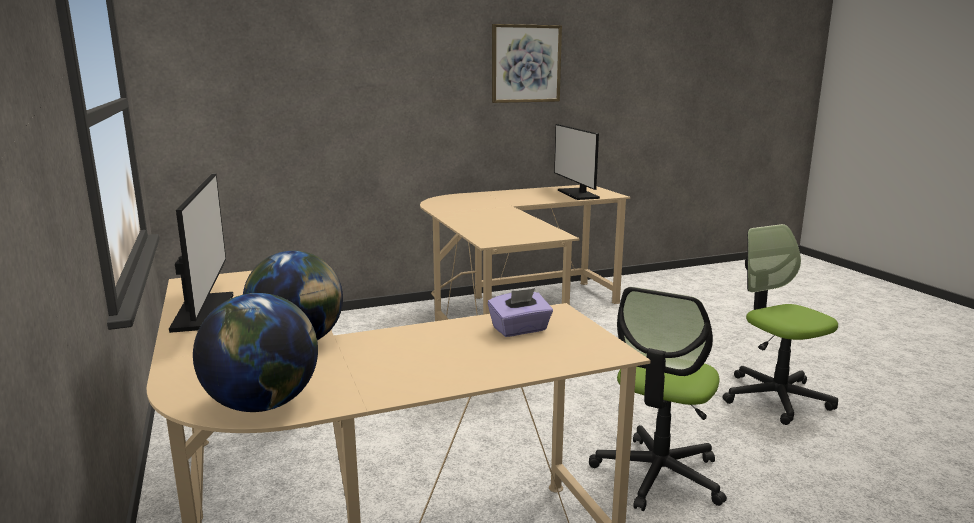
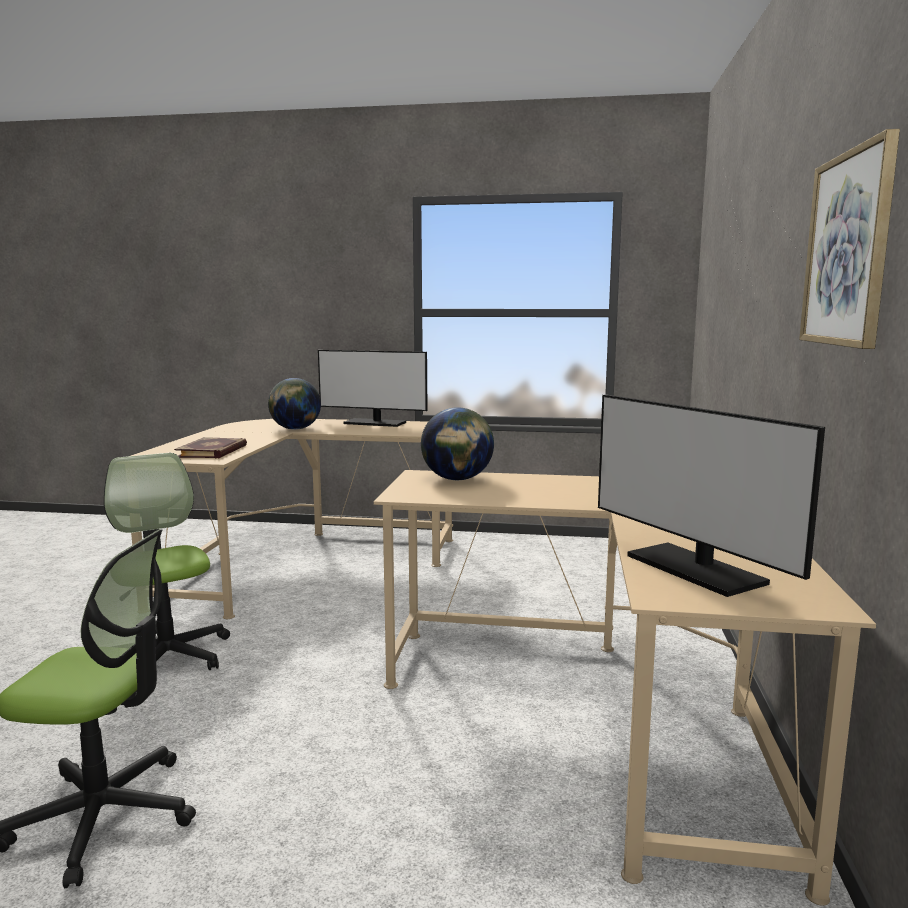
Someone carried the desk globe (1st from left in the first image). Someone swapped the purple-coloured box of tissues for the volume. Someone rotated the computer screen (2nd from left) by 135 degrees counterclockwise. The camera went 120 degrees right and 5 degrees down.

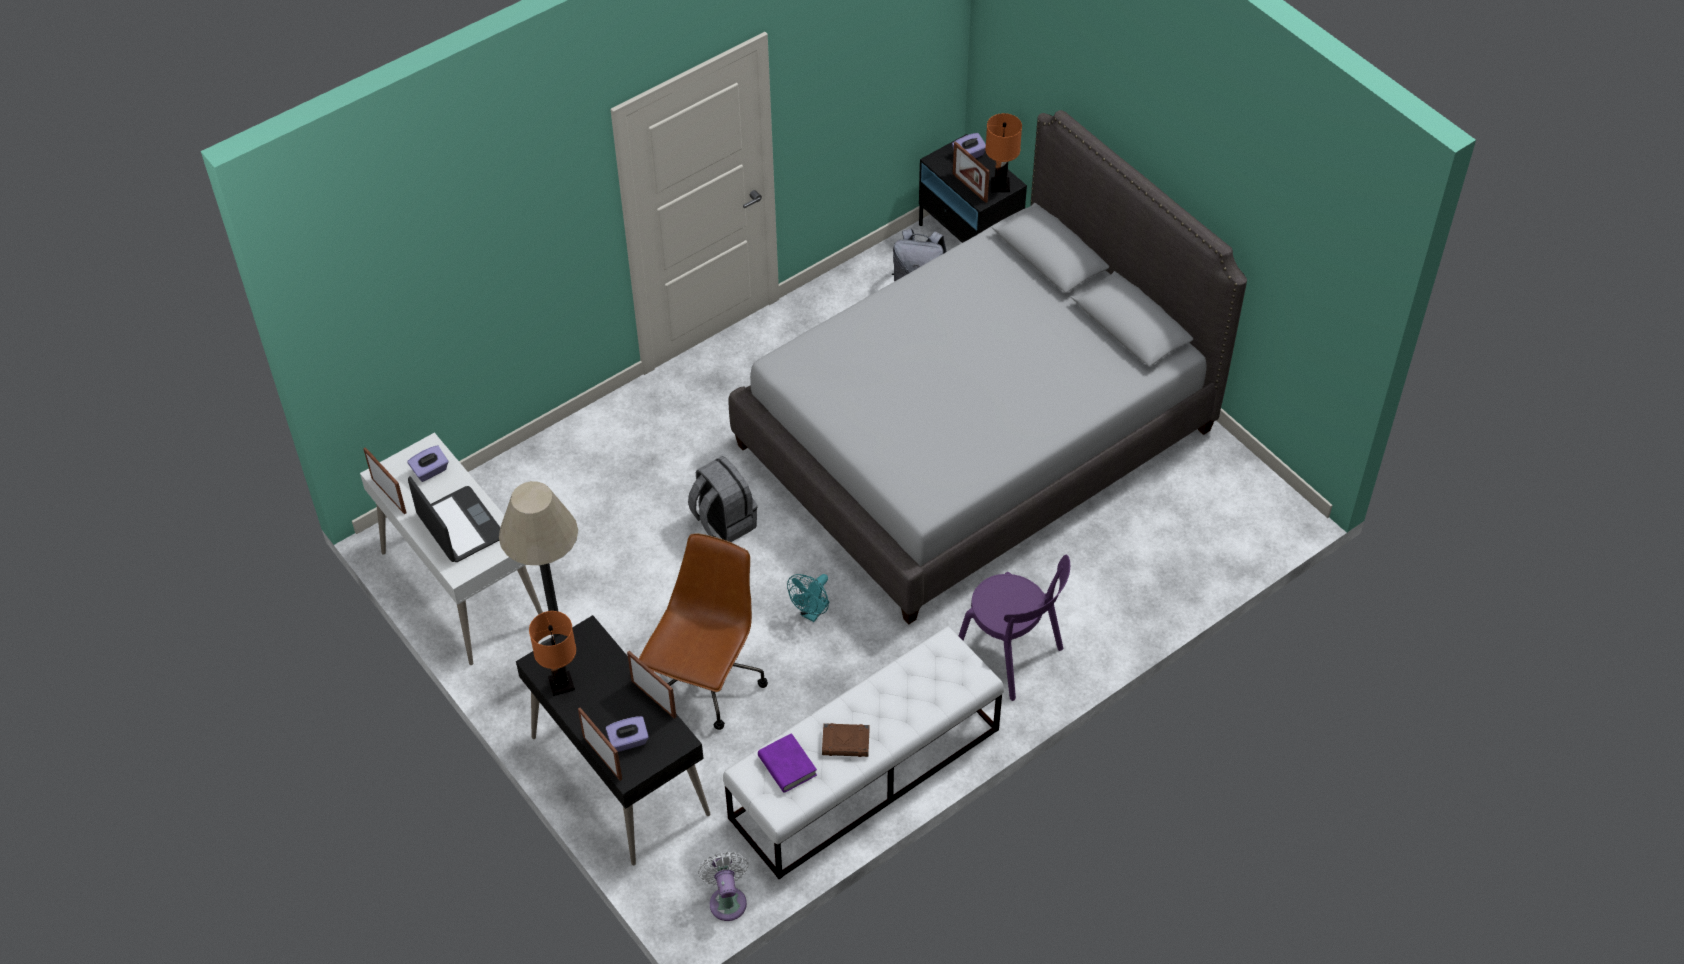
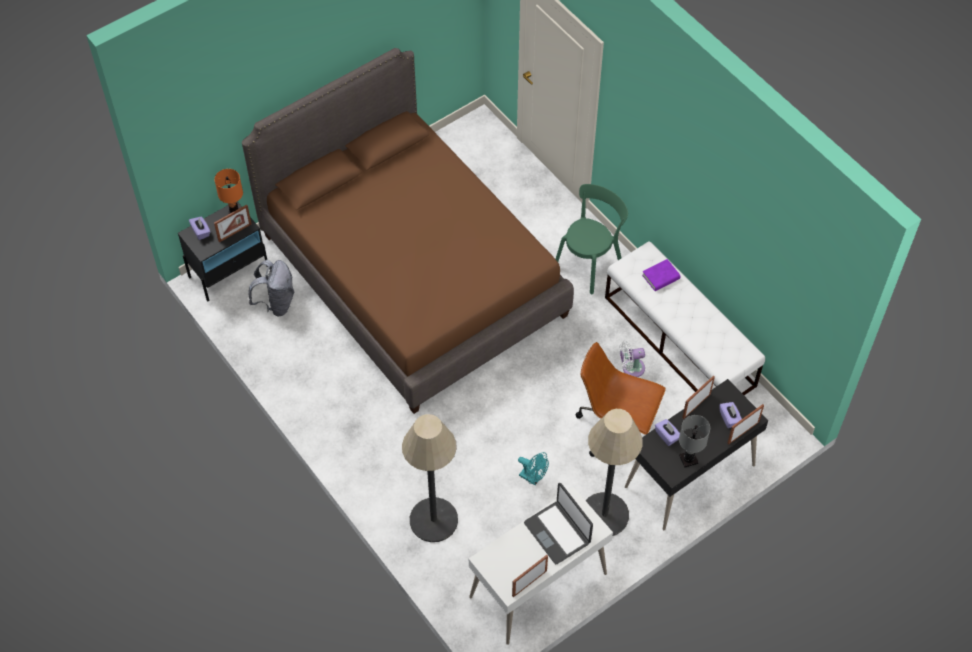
Someone took away the gray knapsack (1st from left). Someone took away the brown volume. Someone put down the standing lamp (1st from left). Someone carried the purple-coloured box of tissues (1st from left in the first image). Someone carried the whitish fan. Someone carried the purple-coloured volume. Someone carried the turquoise-coloured fan. Someone repainted the orange-coloured table lamp (1st from left), which became the gray table lamp. Someone repainted the gray bedroom bed, which became the brown bedroom bed. Someone repainted the purple-coloured chair, which became the green chair. Someone rotated the laptop by 90 degrees counterclockwise. The camera went 90 degrees left and 5 degrees up.

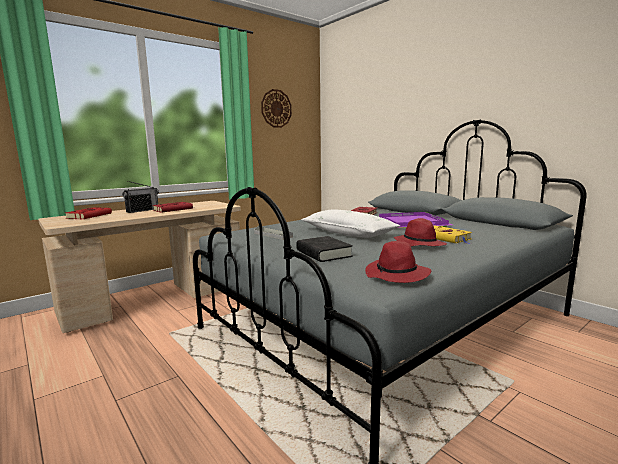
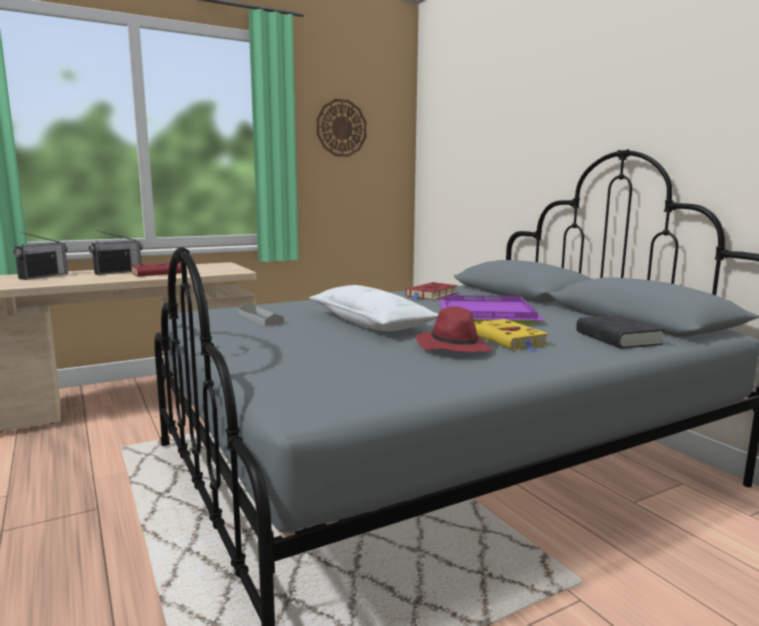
Someone took away the red wearable hat (1st from left). Someone carried the blackish volume. Someone swapped the red volume (1st from left) for the radio receiver (1st from left). The camera went 10 degrees right and 0 degrees up.

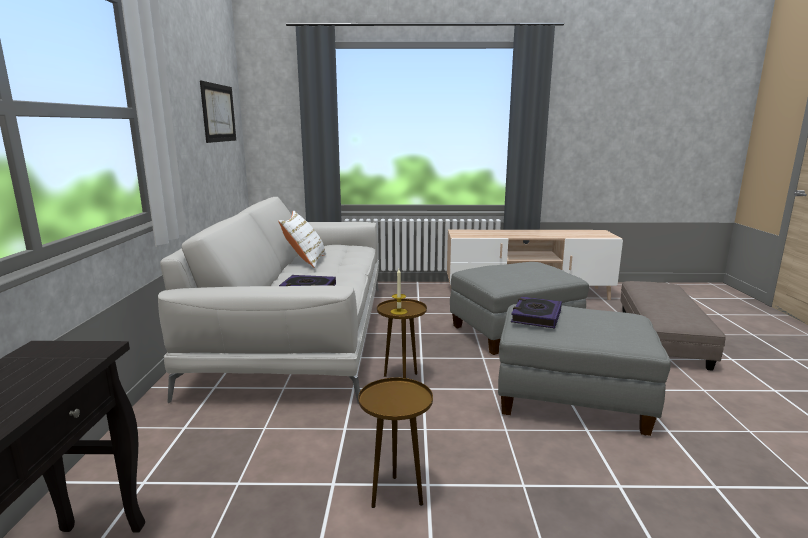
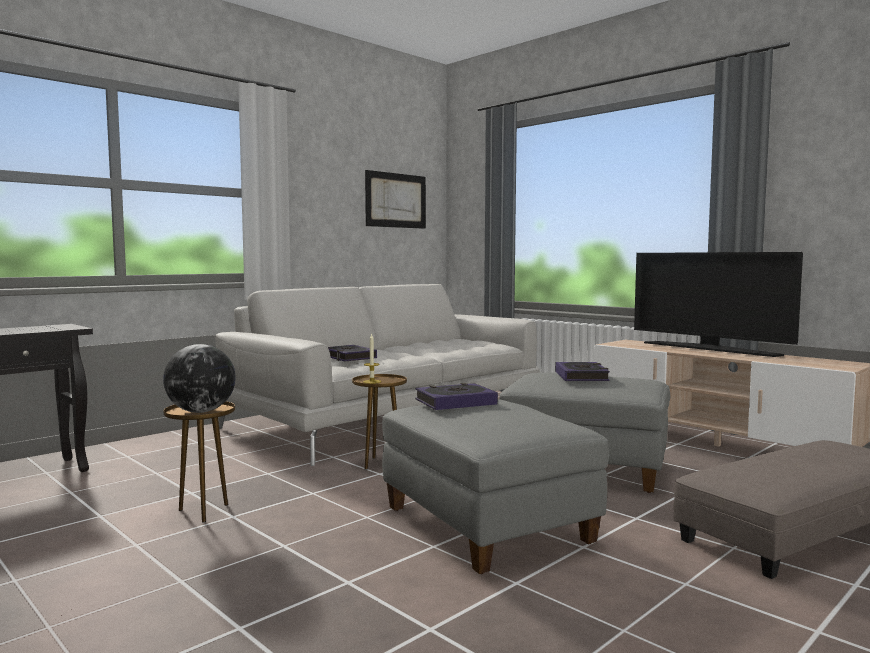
Someone took away the whitish throw pillow. Someone put down the desk globe. Someone put down the volume (3rd from left). Someone put down the television. The camera went 45 degrees right and 10 degrees down.

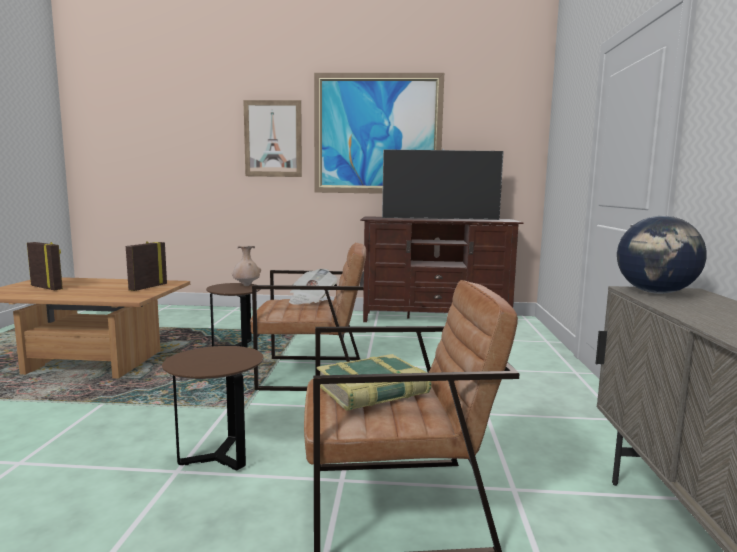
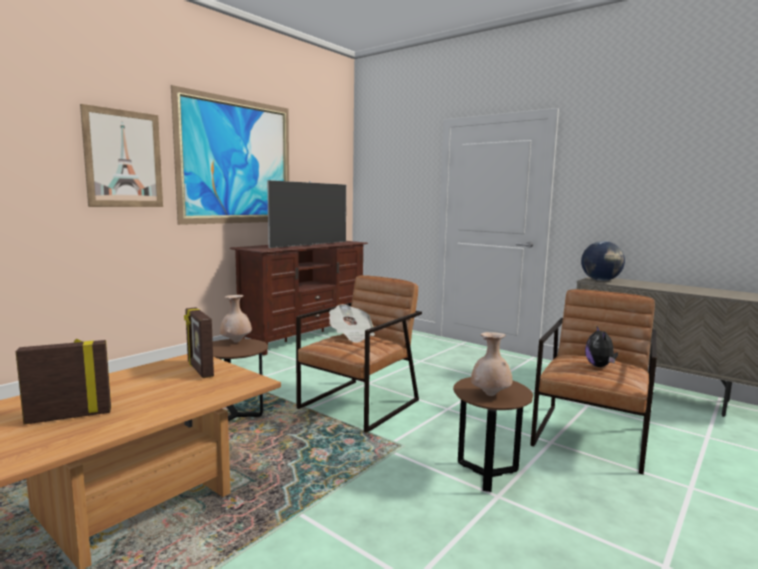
Someone put down the beige vase (2nd from left). Someone swapped the volume for the plush toy. The camera went 55 degrees left and 0 degrees up.

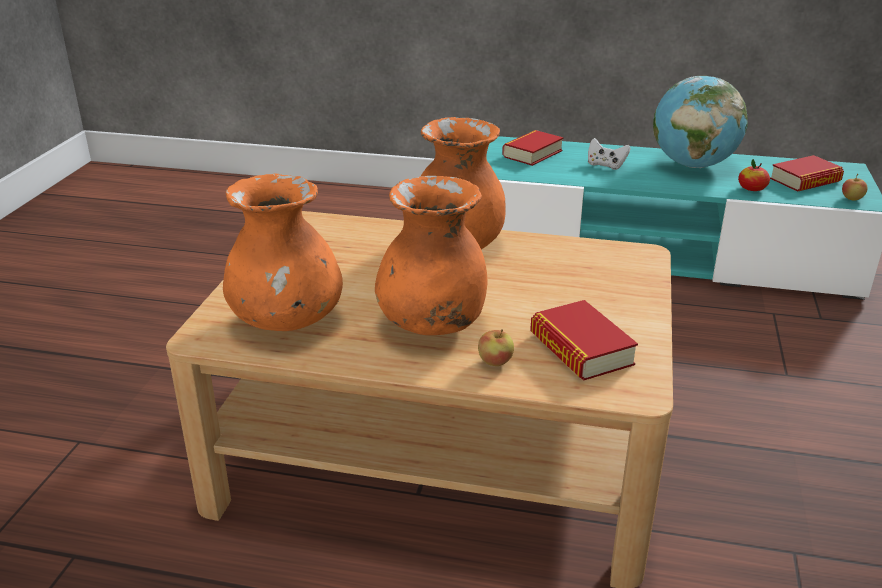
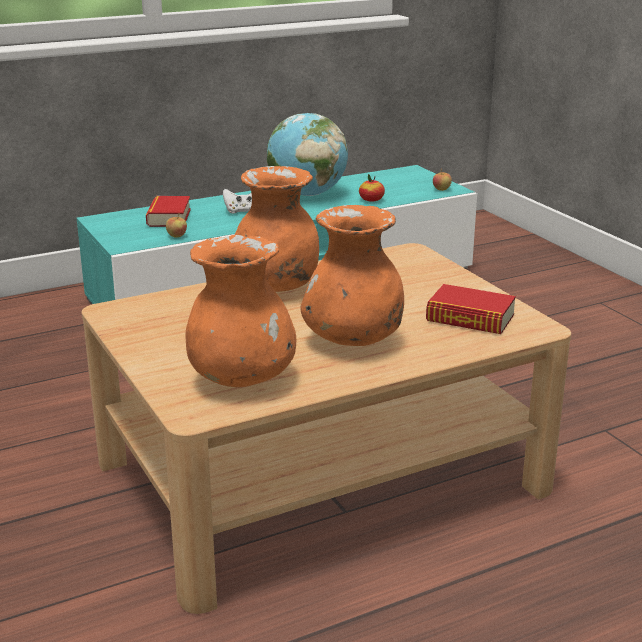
Someone took away the volume (3rd from left). Someone carried the whole apple (1st from left). The camera went 40 degrees left and 5 degrees down.

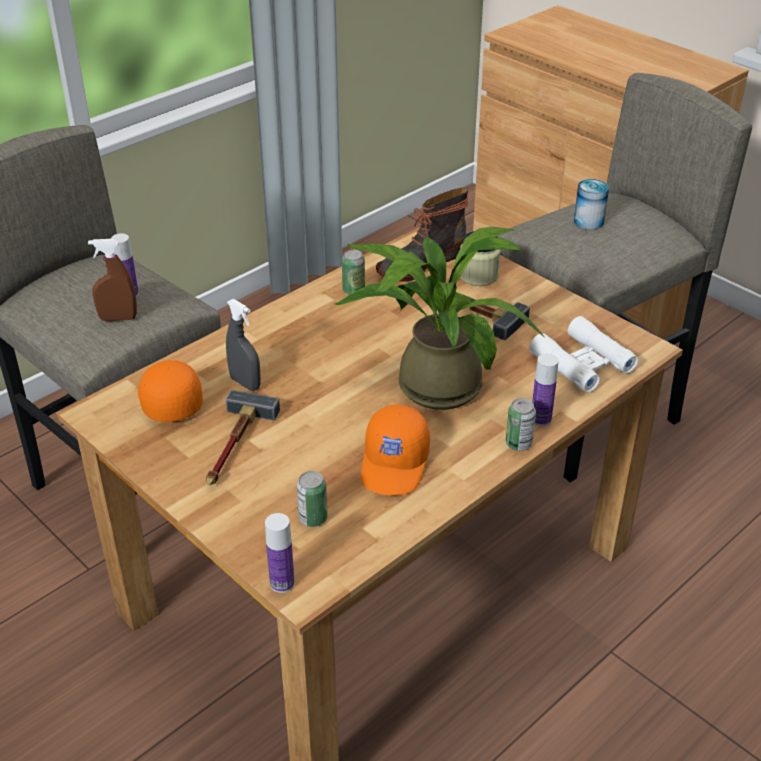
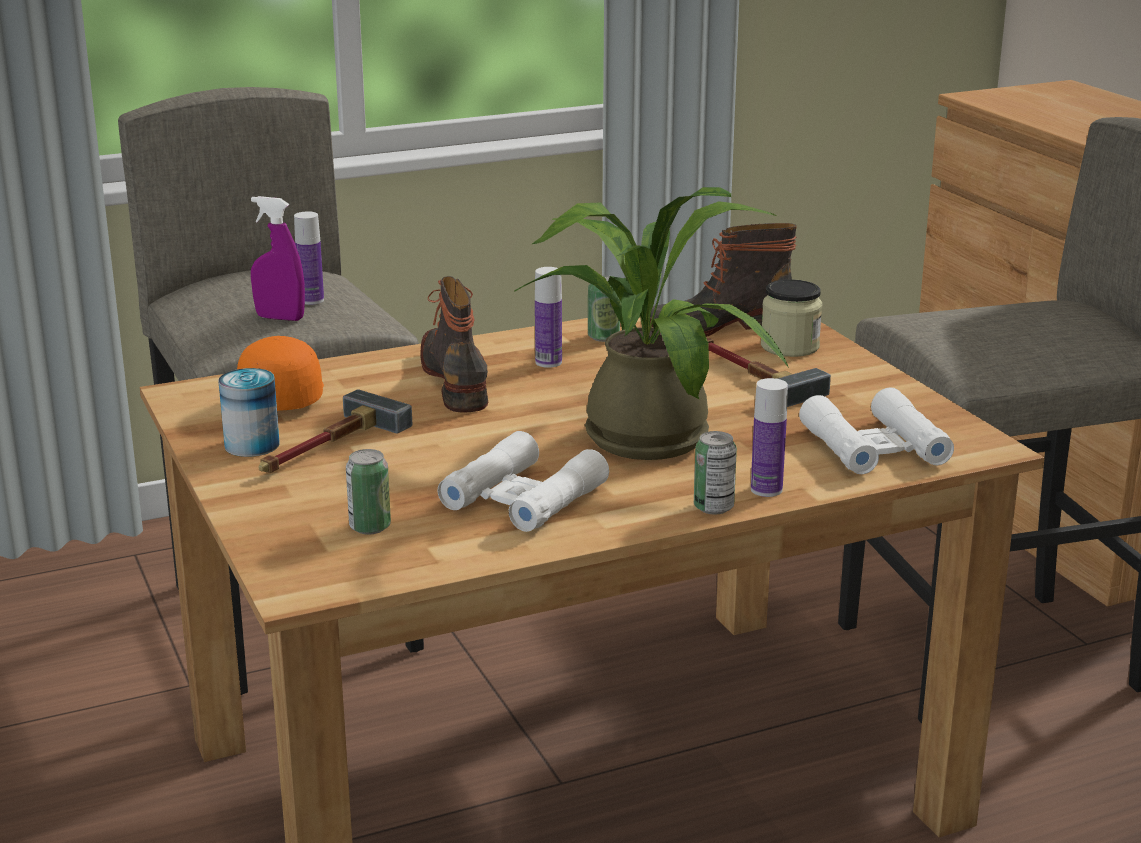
Someone took away the gray spray bottle. Someone put down the high-top boot (1st from left). Someone carried the drink bottle (2nd from left). Someone carried the sealed can (4th from left in the first image). Someone swapped the orange-coloured cap (2nd from left) for the whitish binoculars (1st from left). Someone repainted the brown spray bottle, which became the purple-coloured spray bottle. The camera went 20 degrees right and 15 degrees down.

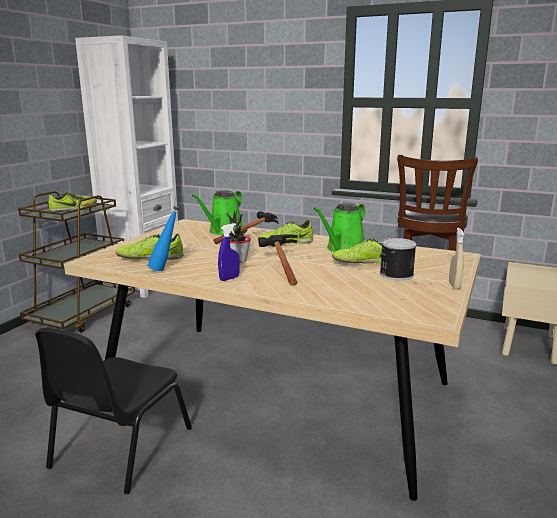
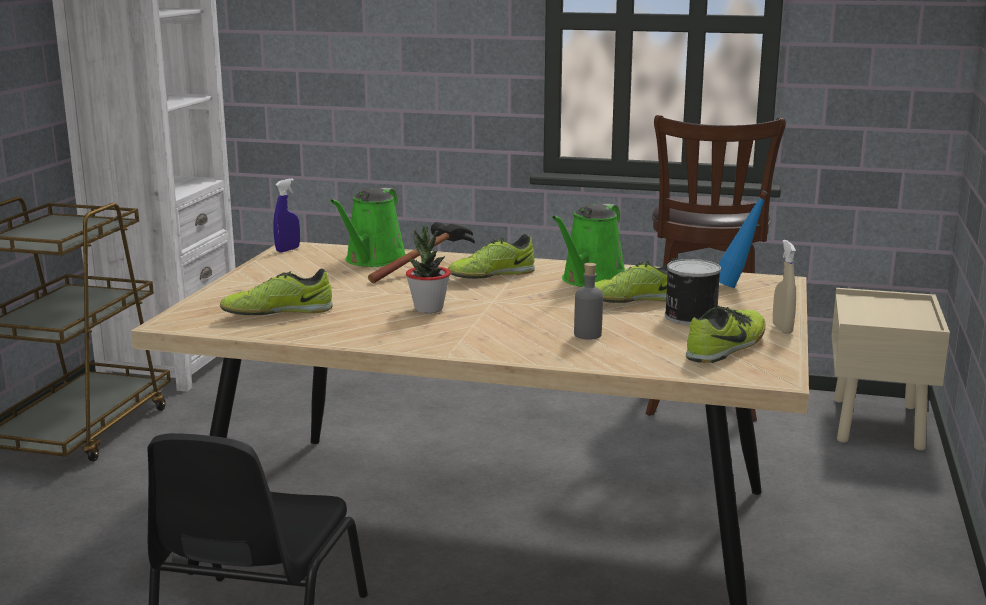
Someone took away the hammer (2nd from left). Someone put down the gray drink bottle. Someone carried the low shoe (1st from left in the first image). Someone carried the bluish drink bottle. Someone carried the bluish spray bottle. The camera went 10 degrees left and 0 degrees up.

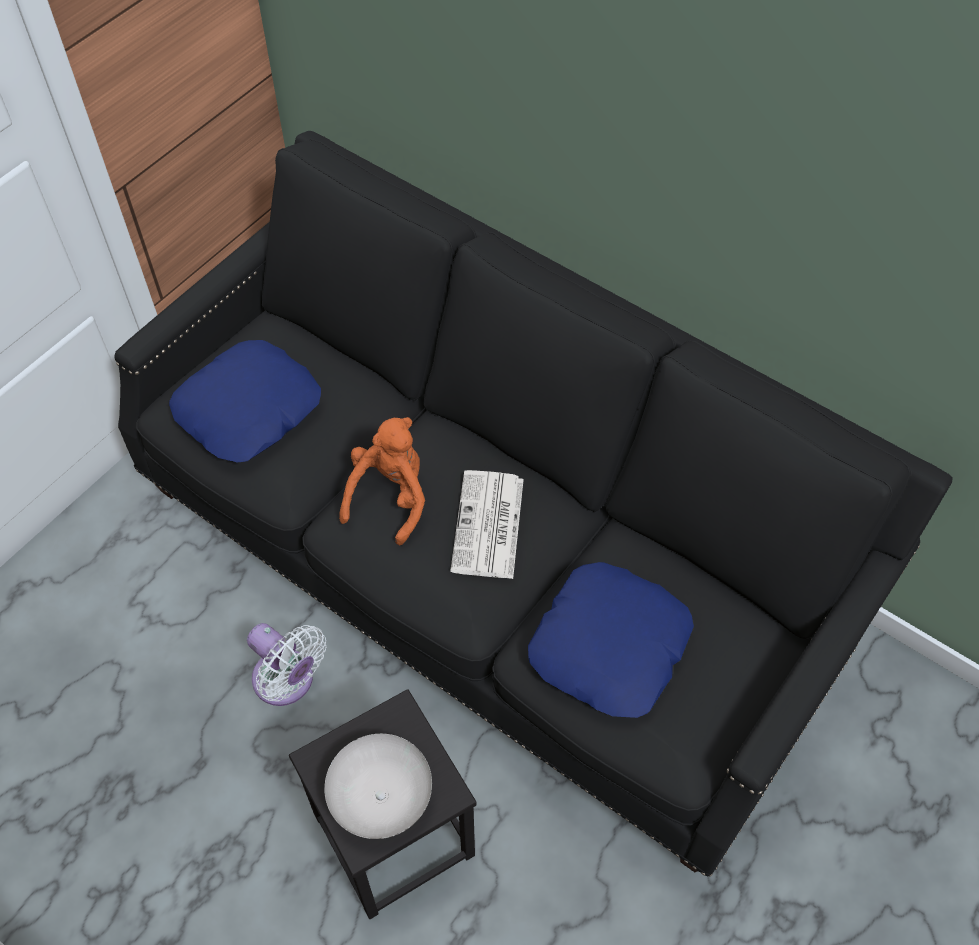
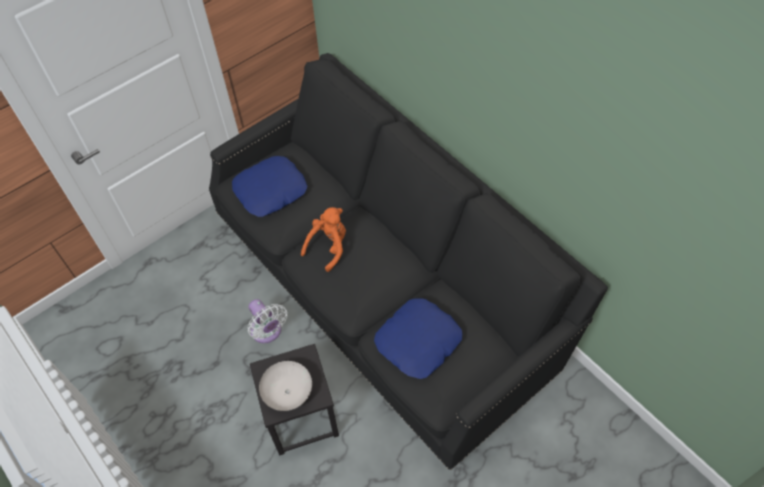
Someone took away the printed paper. The camera went 15 degrees right and 0 degrees up.

